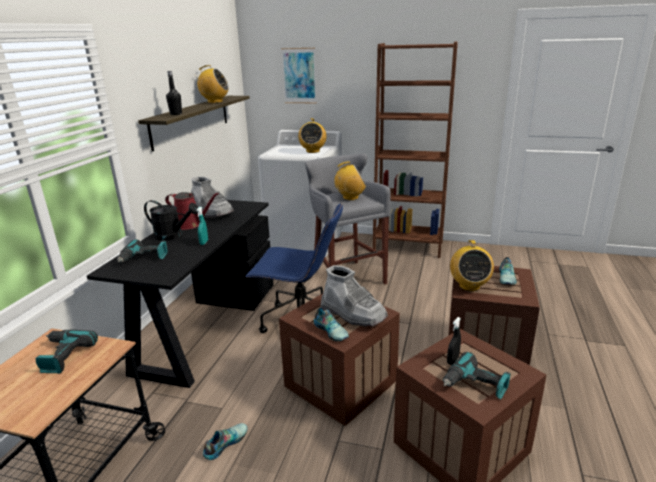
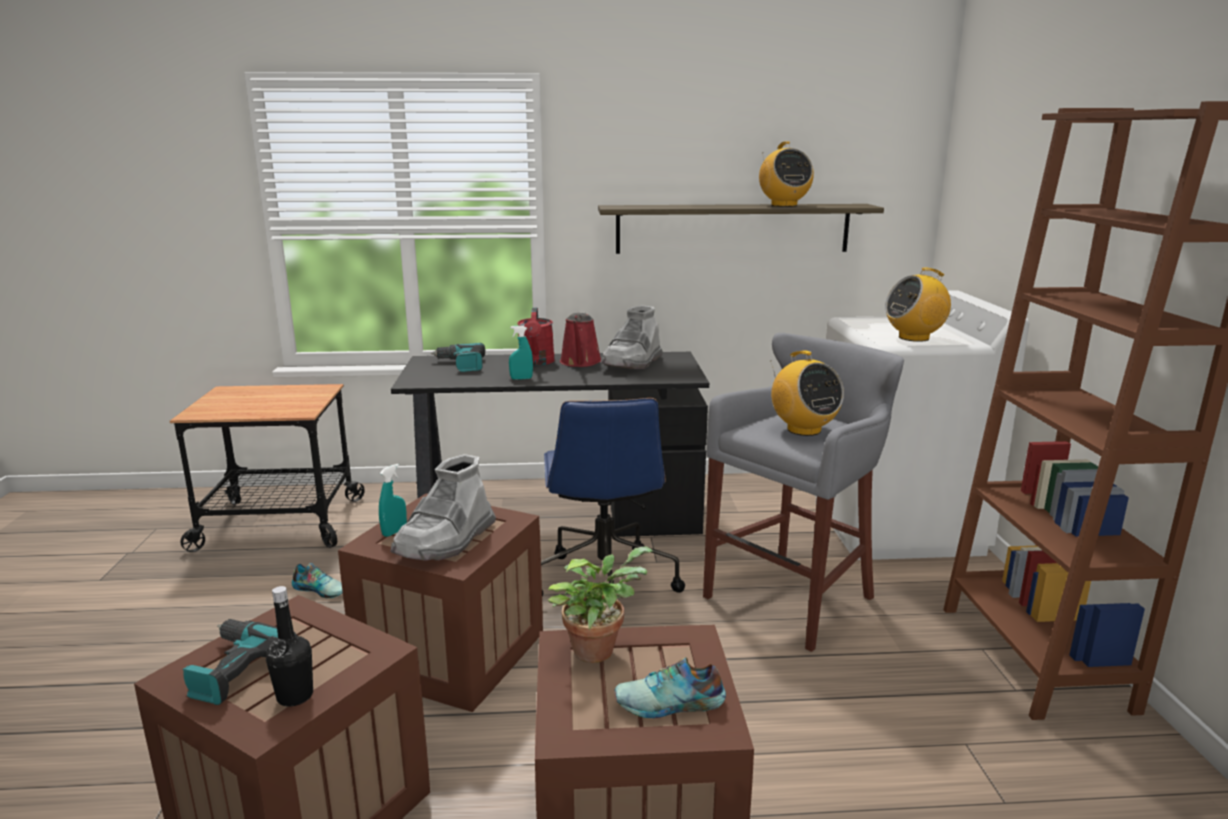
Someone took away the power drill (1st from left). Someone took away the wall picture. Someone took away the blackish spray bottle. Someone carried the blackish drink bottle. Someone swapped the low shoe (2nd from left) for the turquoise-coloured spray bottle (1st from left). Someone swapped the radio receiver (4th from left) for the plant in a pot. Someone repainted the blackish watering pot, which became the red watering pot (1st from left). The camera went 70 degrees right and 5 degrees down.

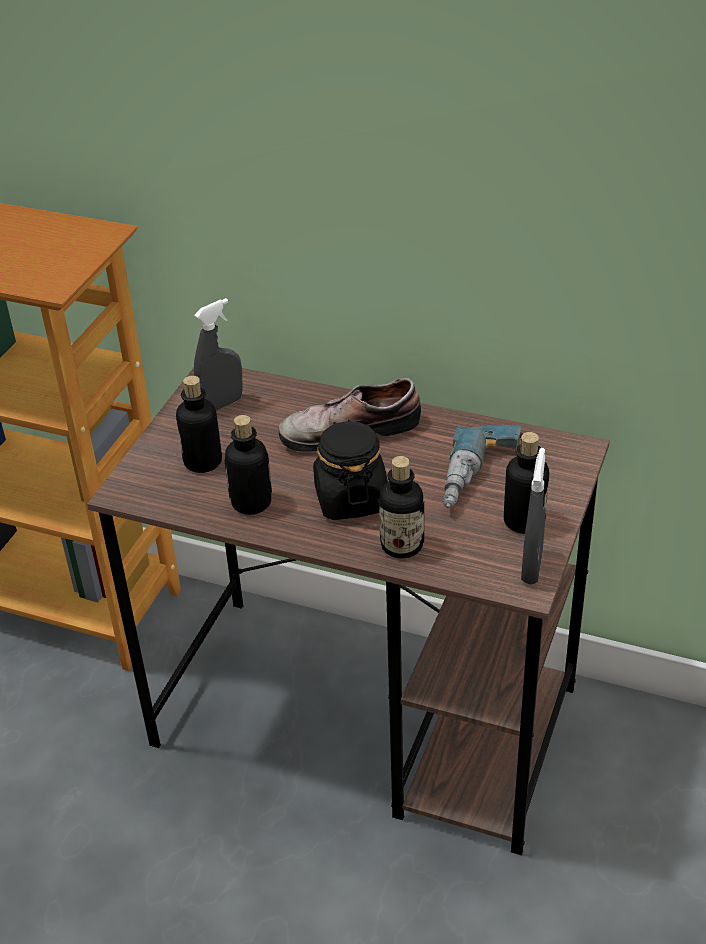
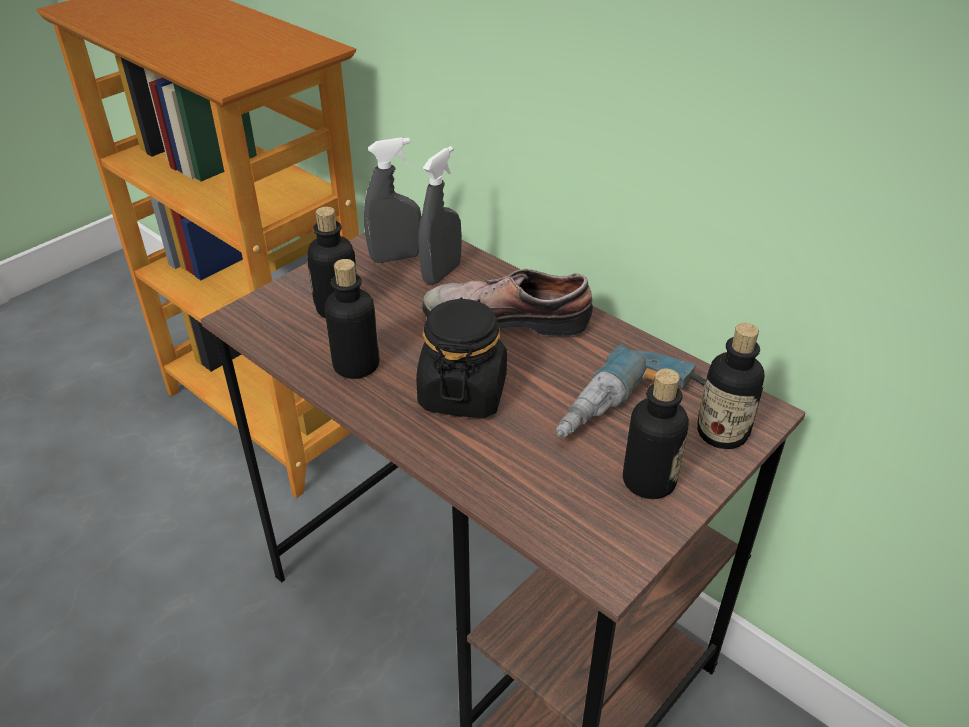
Someone carried the drink bottle (3rd from left in the first image). Someone carried the gray spray bottle (2nd from left). The camera went 20 degrees right and 0 degrees up.

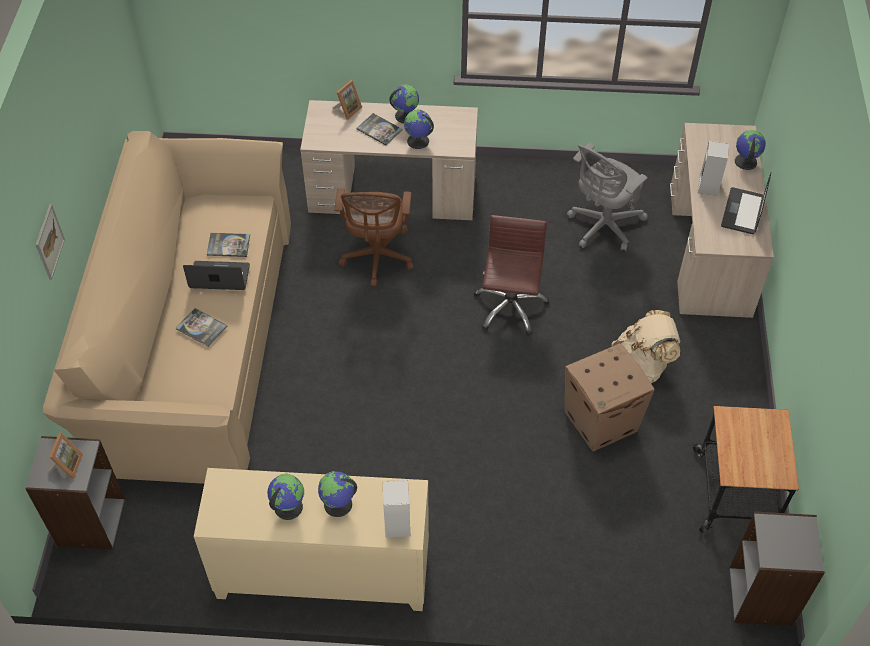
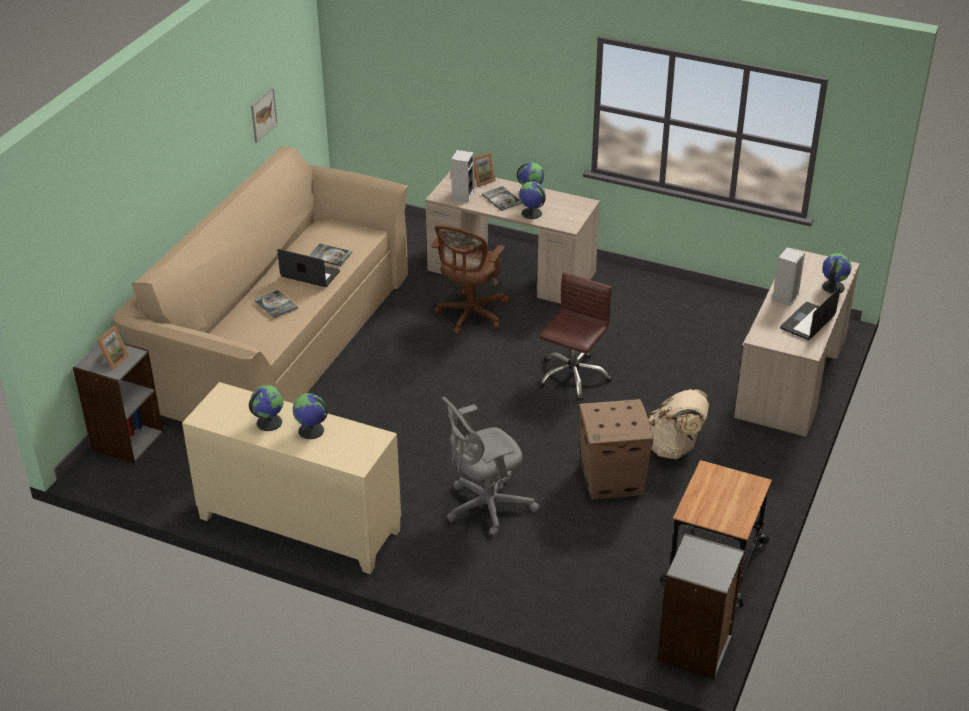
Someone carried the wall picture. Someone carried the audio speaker (1st from left). Someone carried the gray desk chair. The camera went 20 degrees right and 15 degrees down.

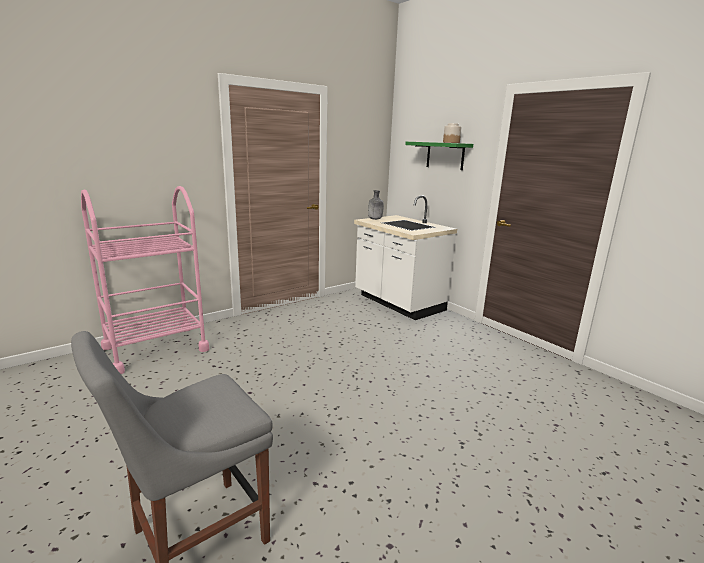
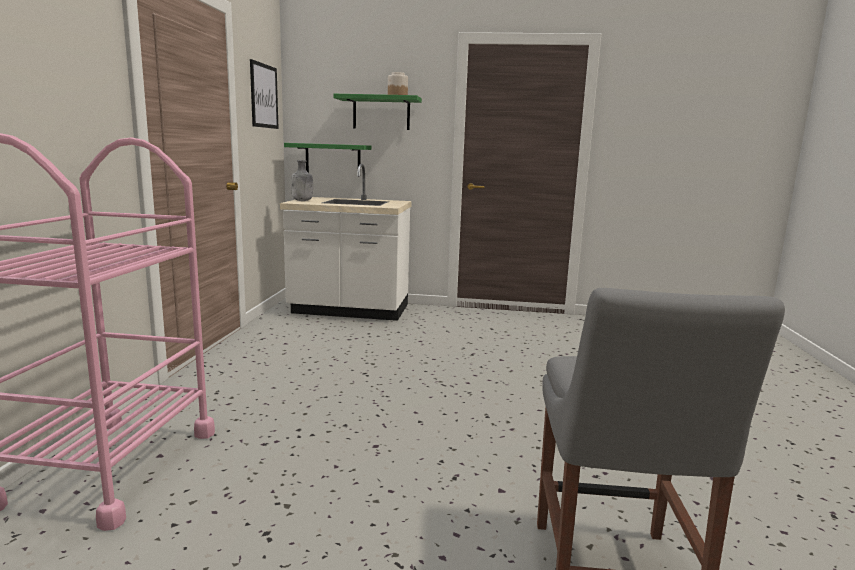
Someone put up the wall picture. Someone put up the green bracket shelf (1st from left). The camera went 45 degrees left and 5 degrees down.

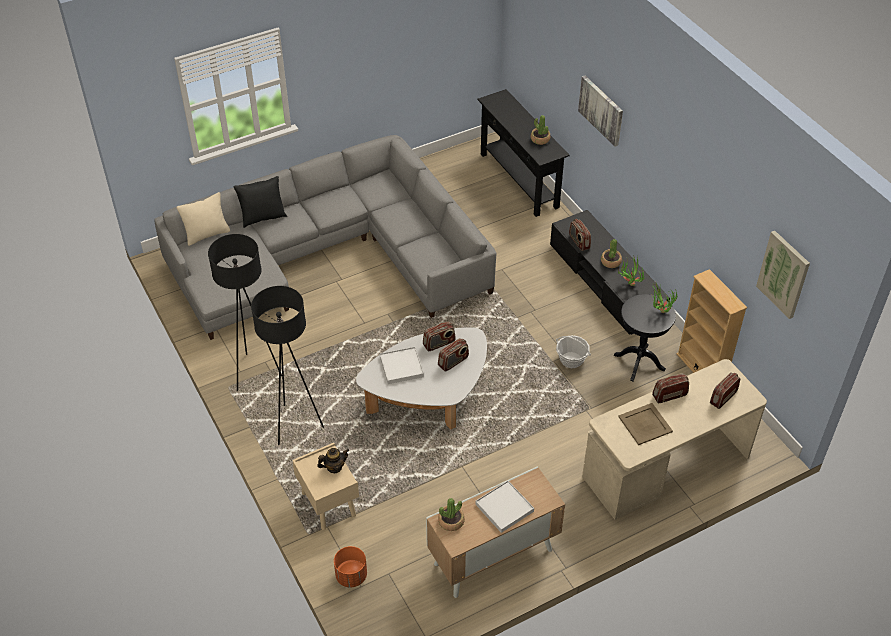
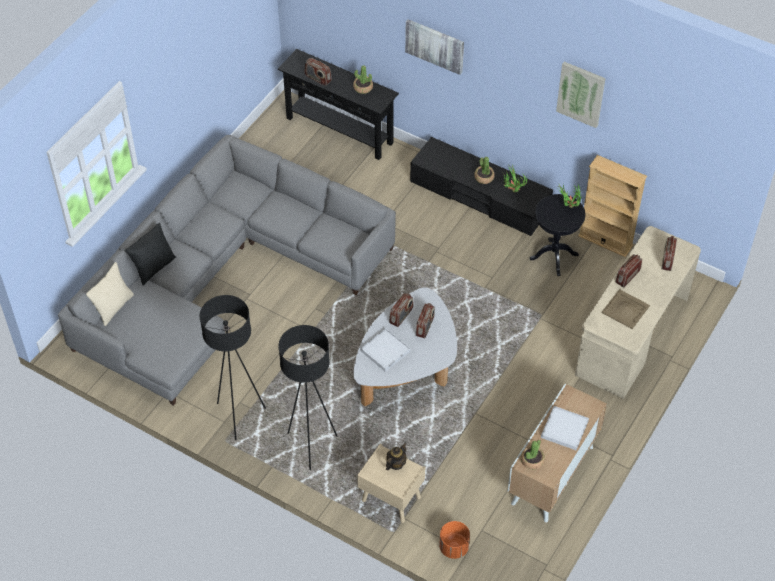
Someone took away the household basket. Someone carried the radio receiver (3rd from left in the first image). Someone carried the wall picture (2nd from left). The camera went 30 degrees left and 5 degrees up.

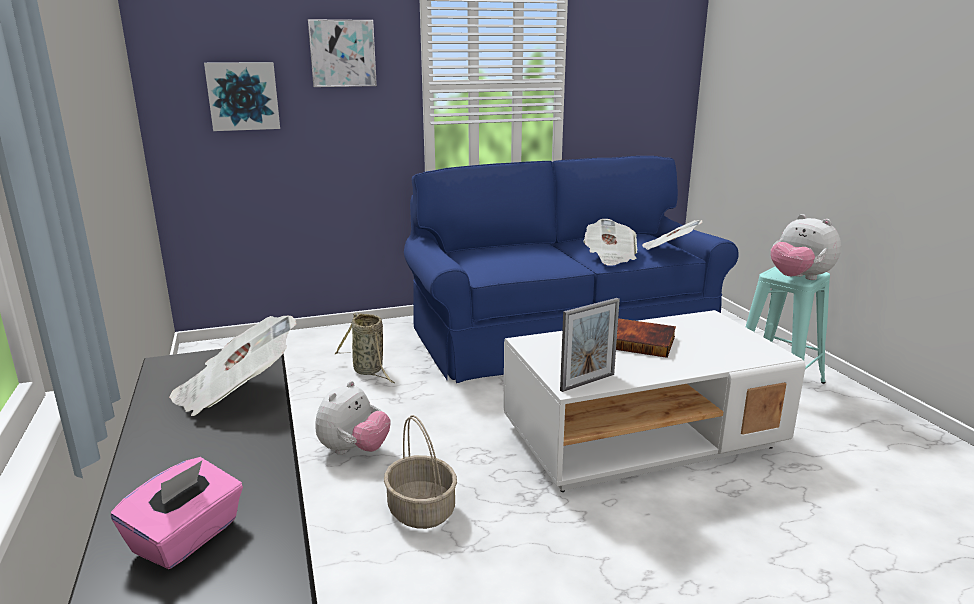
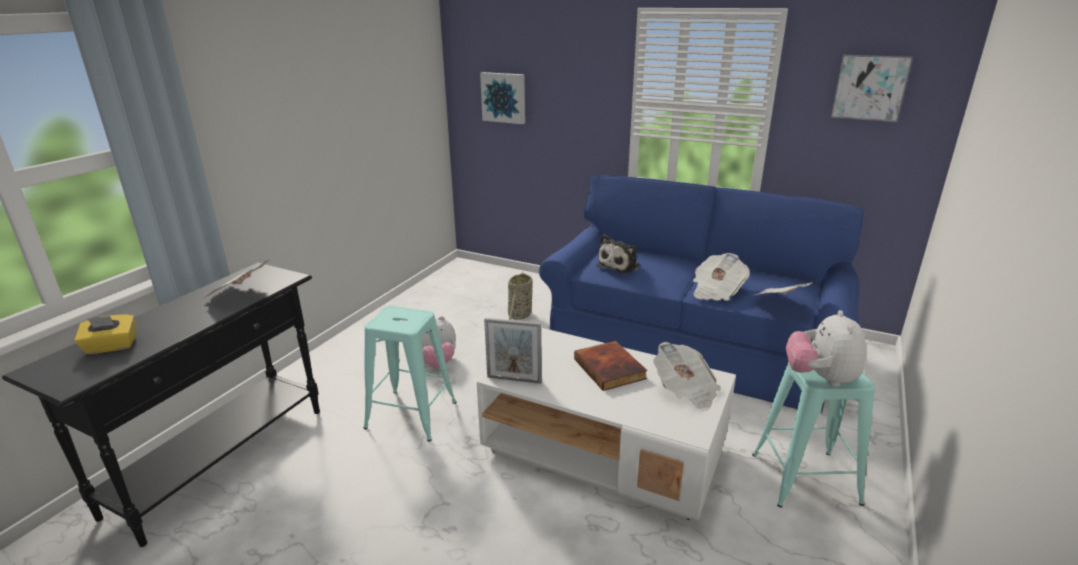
Someone put down the plush toy (2nd from left). Someone put down the printed paper (2nd from left). Someone carried the wall picture (2nd from left). Someone swapped the household basket (2nd from left) for the turquoise-coloured stool (1st from left). Someone repainted the pinkish box of tissues, which became the yellowish box of tissues. The camera went 45 degrees right and 5 degrees up.

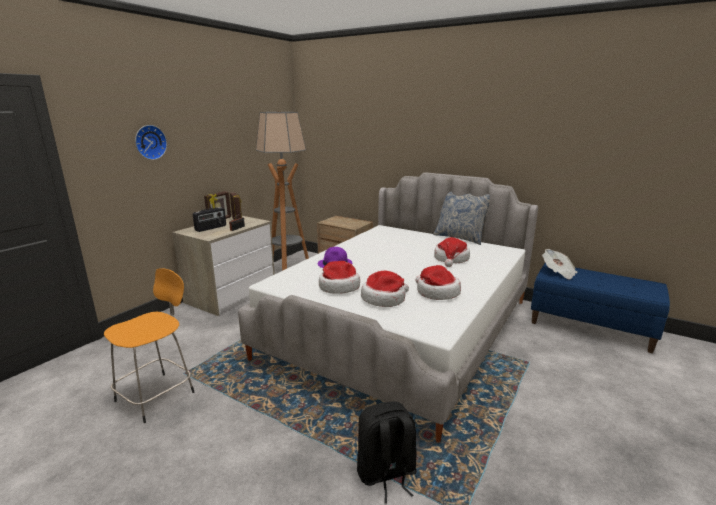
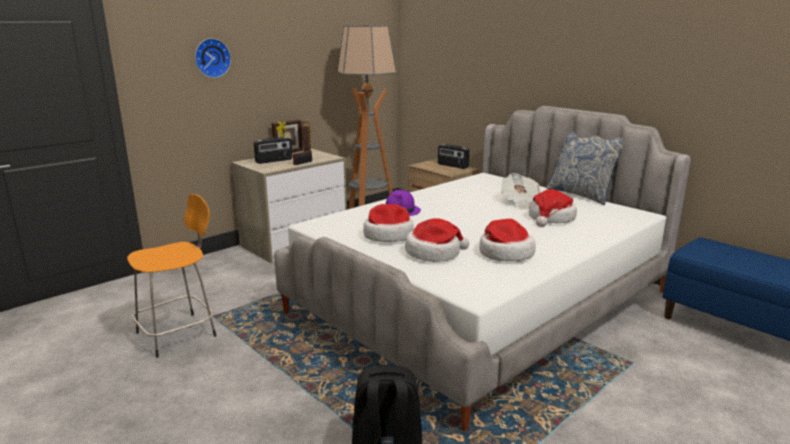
Someone put down the radio receiver (3rd from left). Someone carried the printed paper. The camera went 15 degrees right and 0 degrees up.

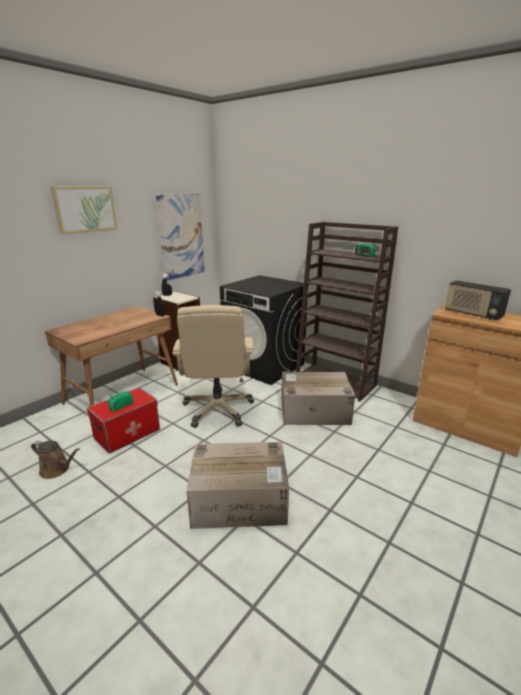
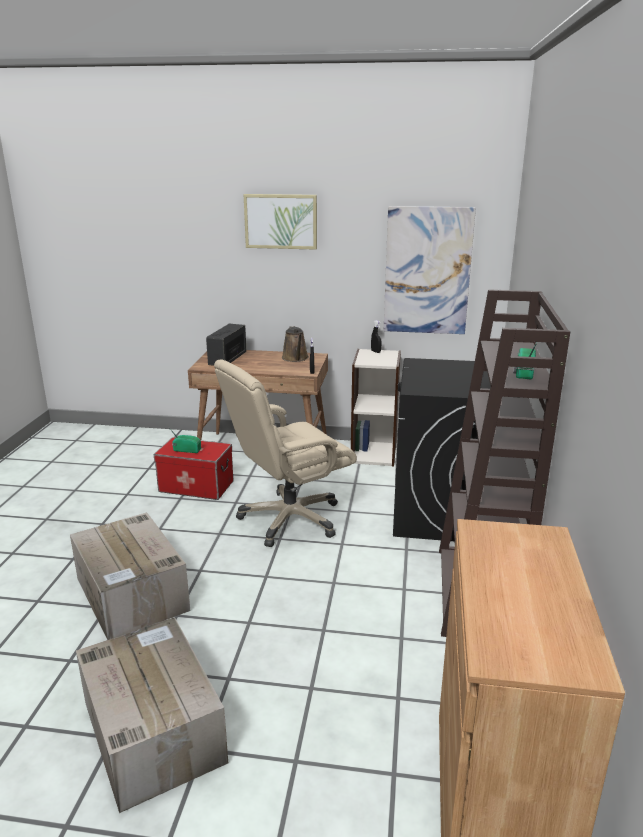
Someone carried the brown watering pot. Someone carried the carton (2nd from left). Someone carried the radio receiver (3rd from left in the first image). The camera went 60 degrees right and 0 degrees up.

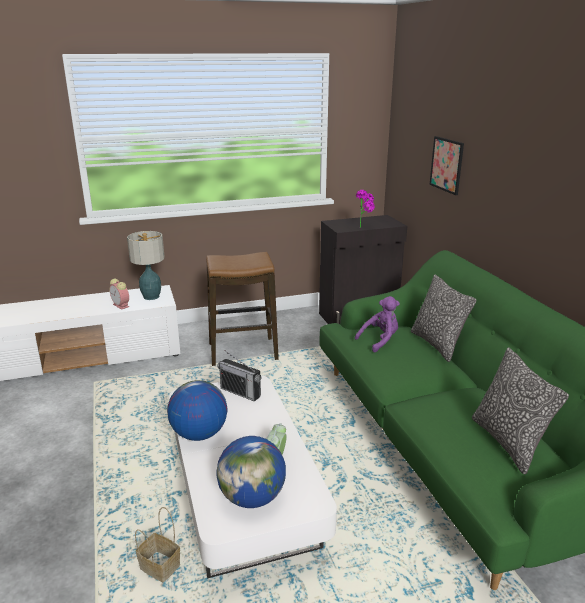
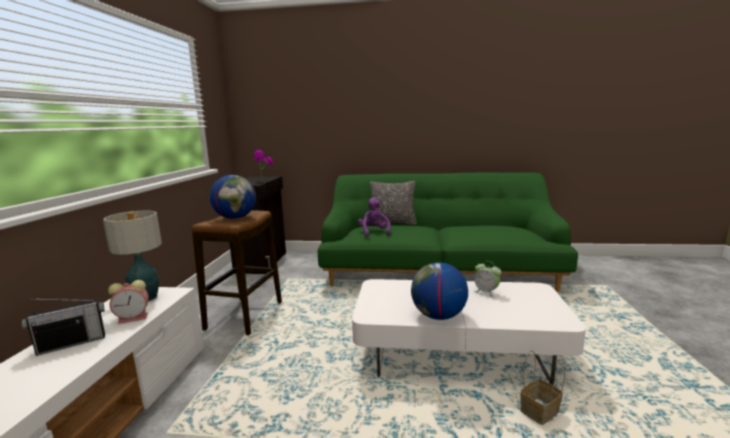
Someone took away the wall picture. Someone took away the throw pillow (2nd from left). Someone carried the desk globe (2nd from left in the first image). Someone carried the radio receiver. The camera went 65 degrees left and 10 degrees down.

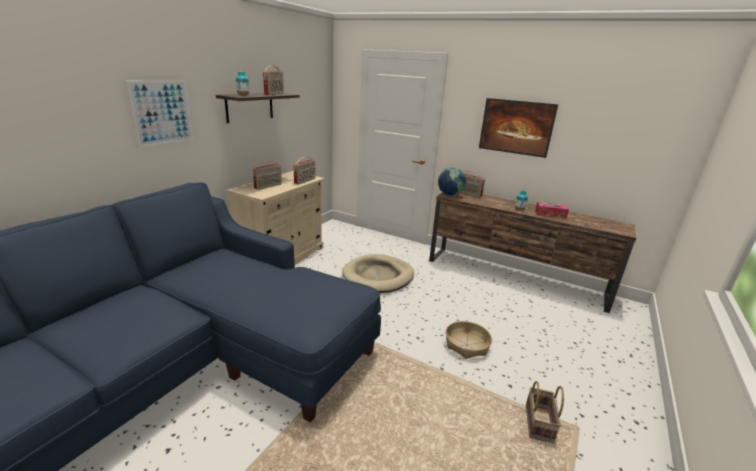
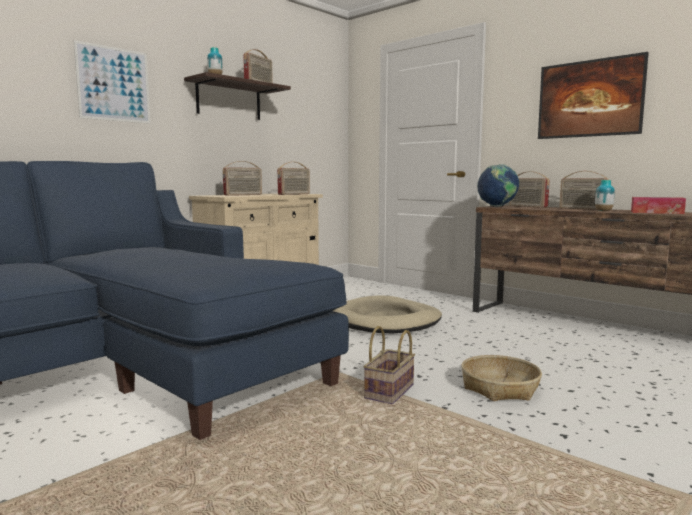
Someone put down the radio receiver (5th from left). Someone carried the household basket (2nd from left in the first image). The camera went 15 degrees right and 15 degrees down.

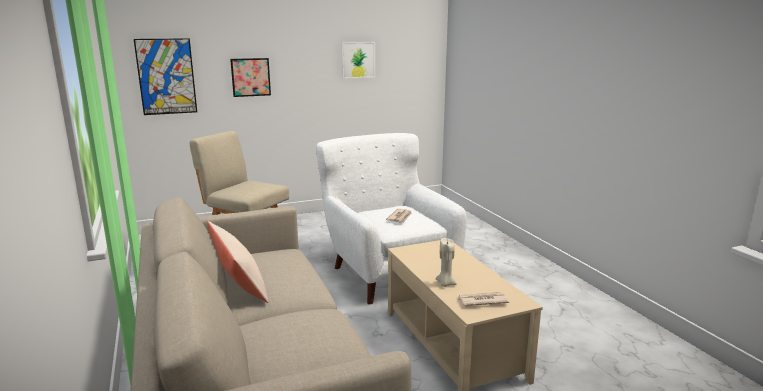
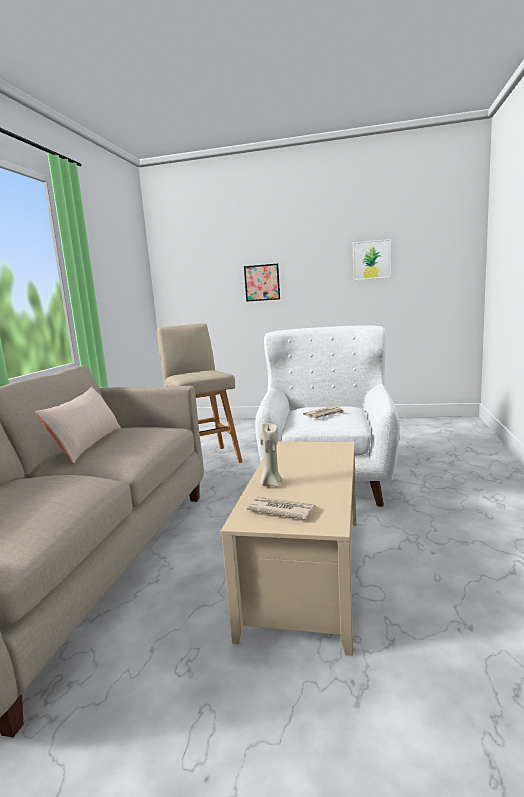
Someone took away the wall picture (1st from left). The camera went 35 degrees right and 5 degrees down.

